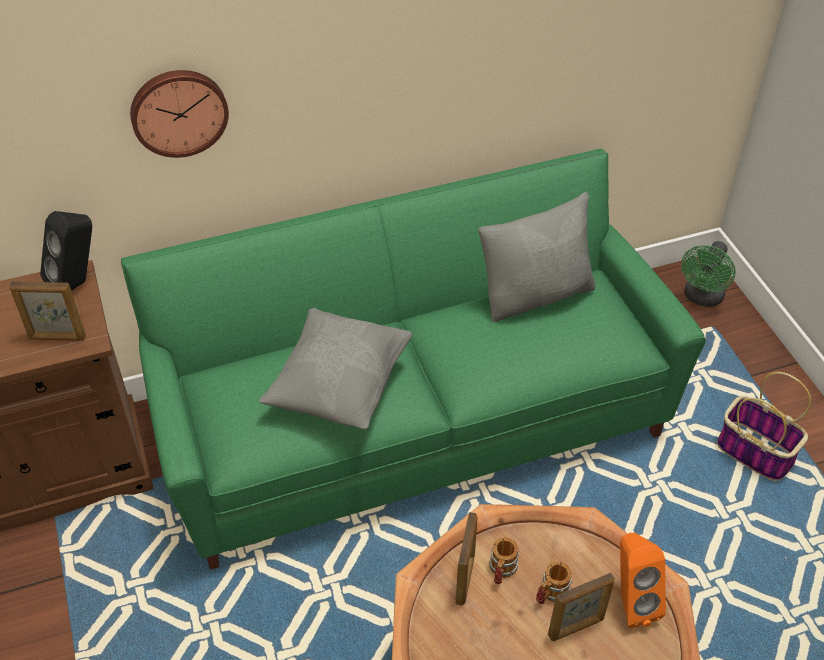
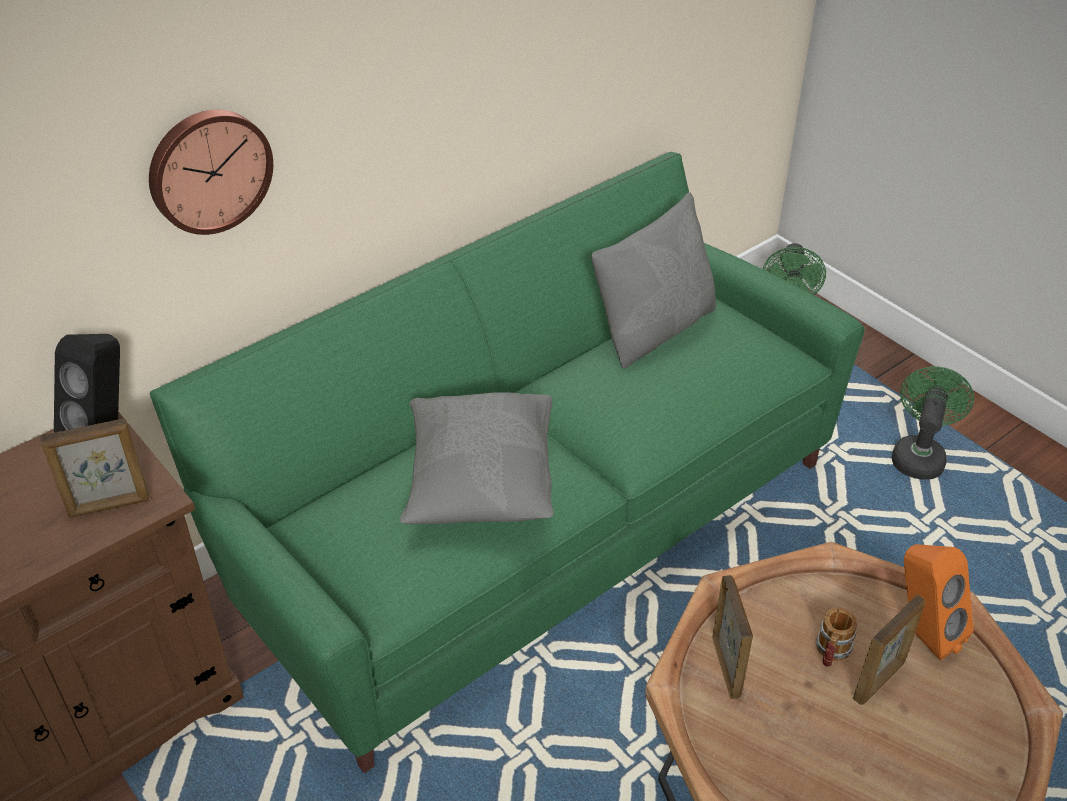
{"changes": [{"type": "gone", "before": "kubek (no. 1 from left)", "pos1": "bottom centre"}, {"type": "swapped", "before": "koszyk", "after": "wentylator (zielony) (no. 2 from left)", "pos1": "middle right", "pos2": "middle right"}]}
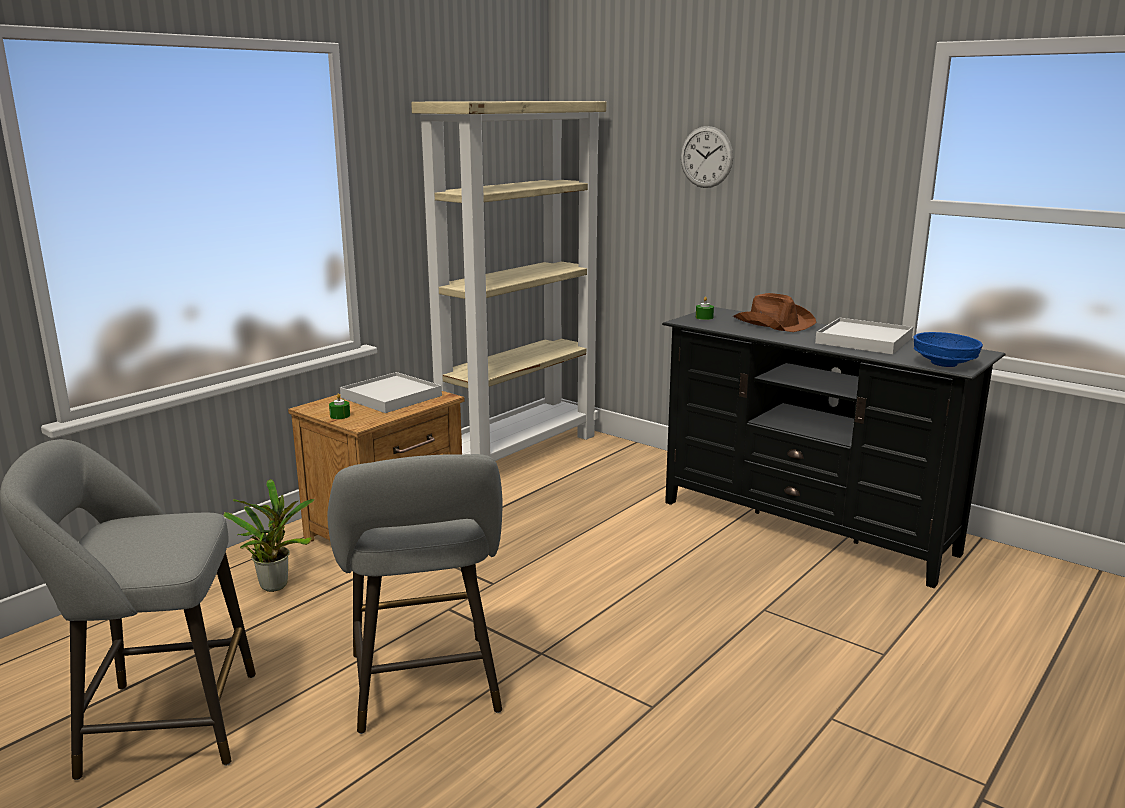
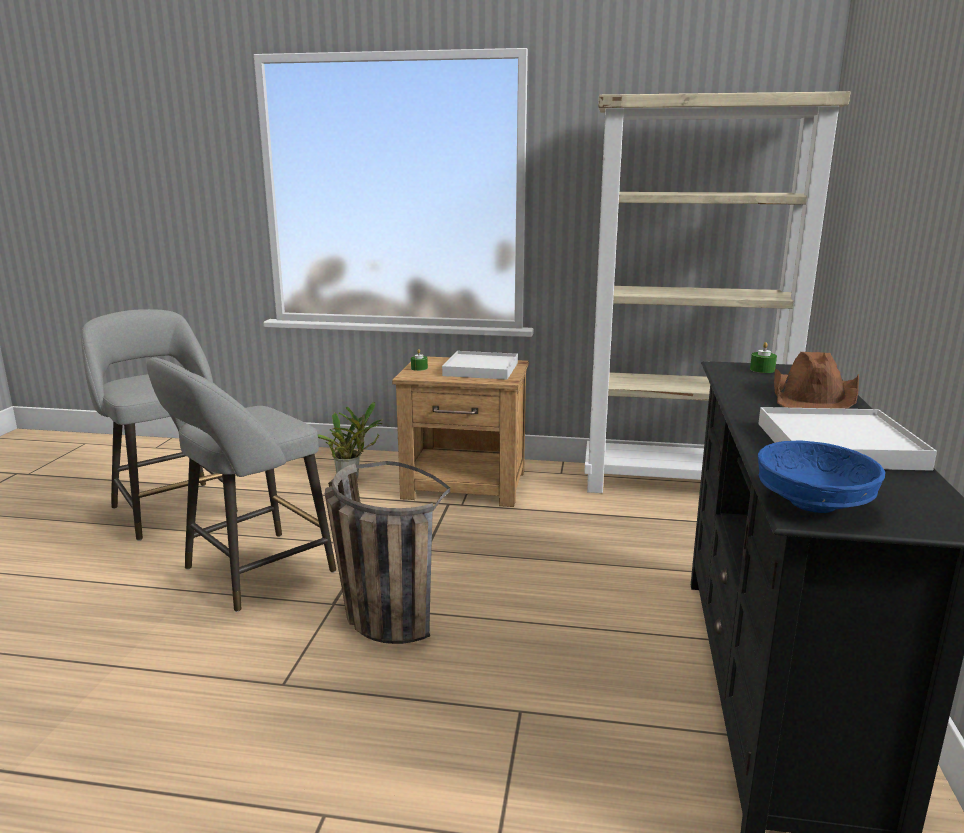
{"changes": [{"type": "gone", "before": "zegar ścienny", "pos1": "top centre"}, {"type": "new", "after": "koszyk", "pos2": "centre"}]}
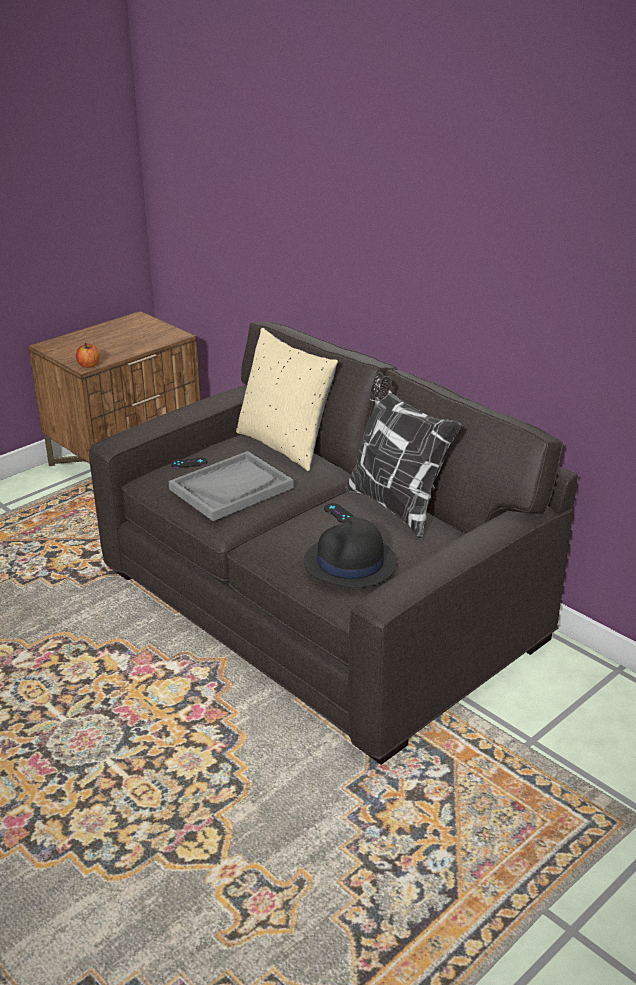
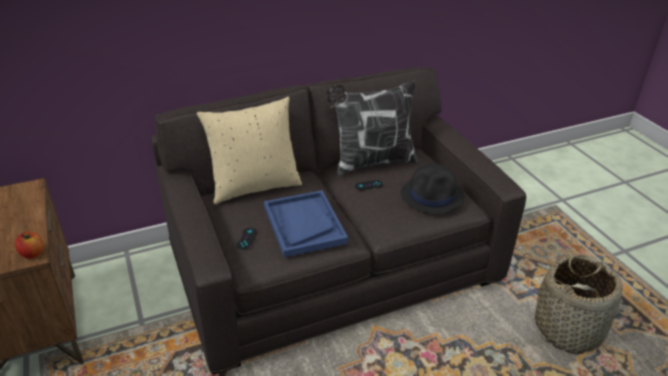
{"changes": [{"type": "repainted", "before": "taca (szary)", "after": "taca (niebieski)", "pos1": "centre", "pos2": "centre"}, {"type": "new", "after": "koszyk", "pos2": "bottom right"}]}
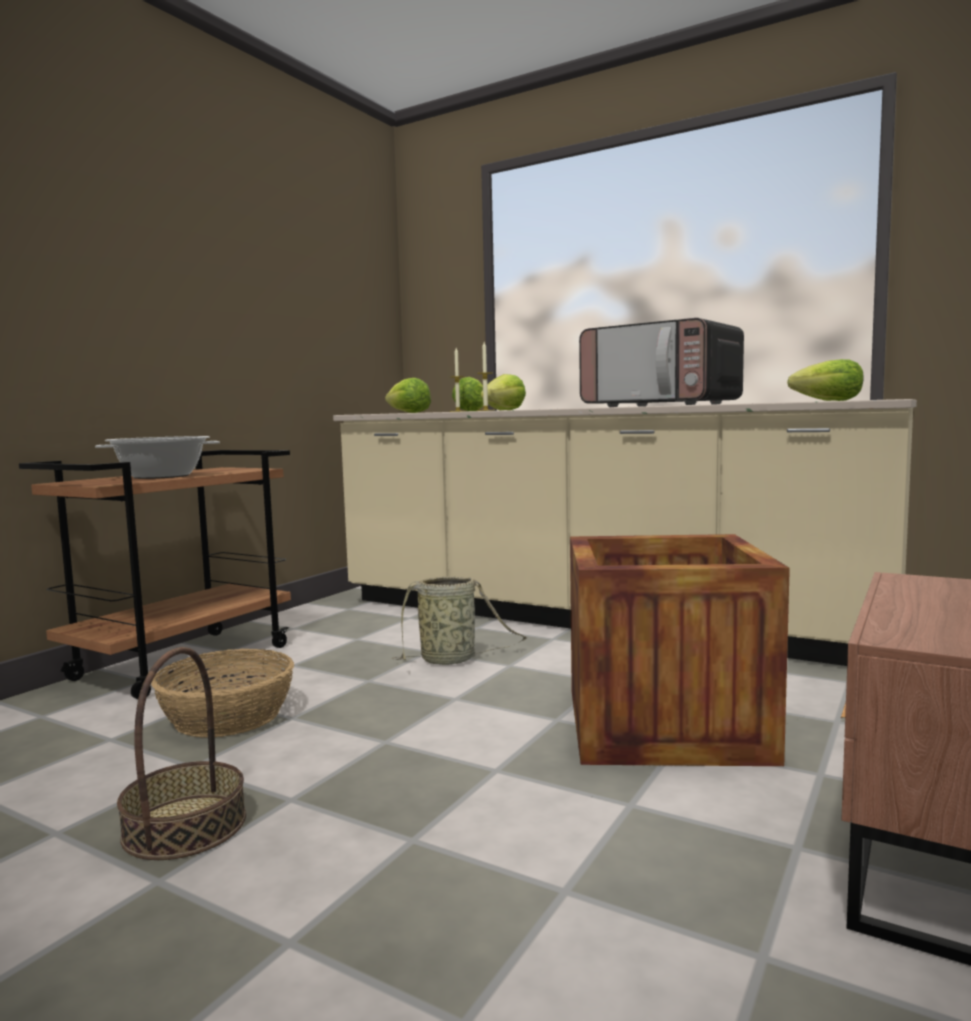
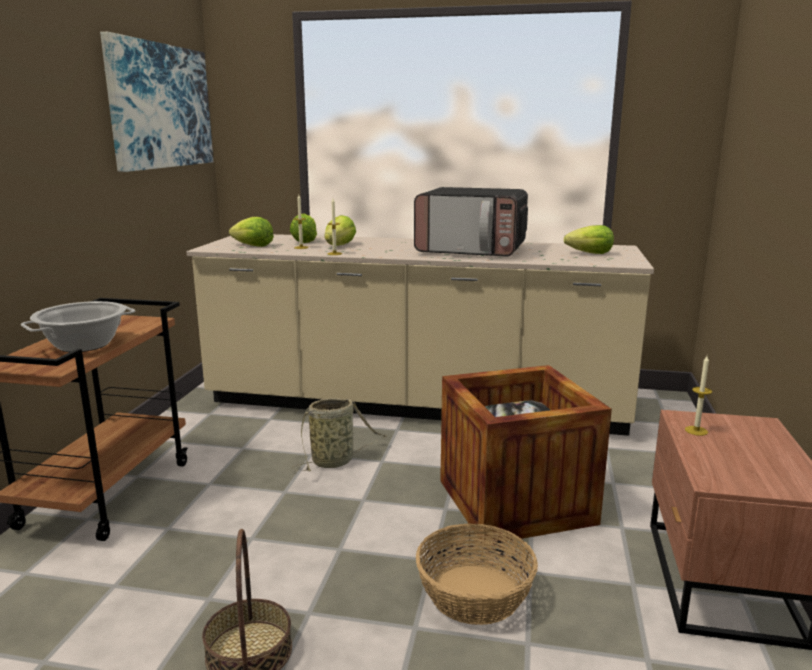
{"changes": [{"type": "shifted", "before": "koszyk (no. 2 from left in the first image)", "after": "koszyk (no. 3 from left)", "pos1": "bottom left", "pos2": "bottom centre"}, {"type": "new", "after": "obraz", "pos2": "top left"}, {"type": "new", "after": "świeca (no. 3 from left)", "pos2": "middle right"}]}
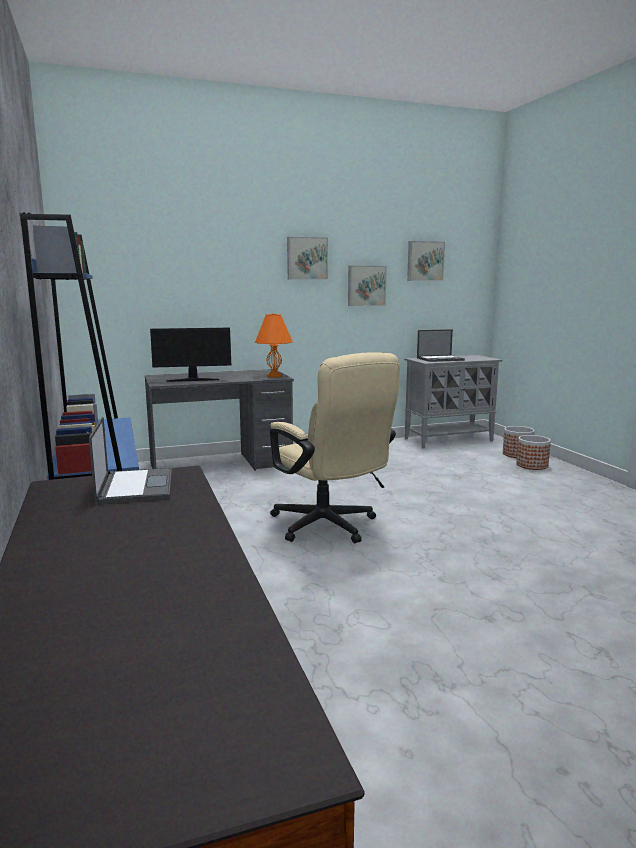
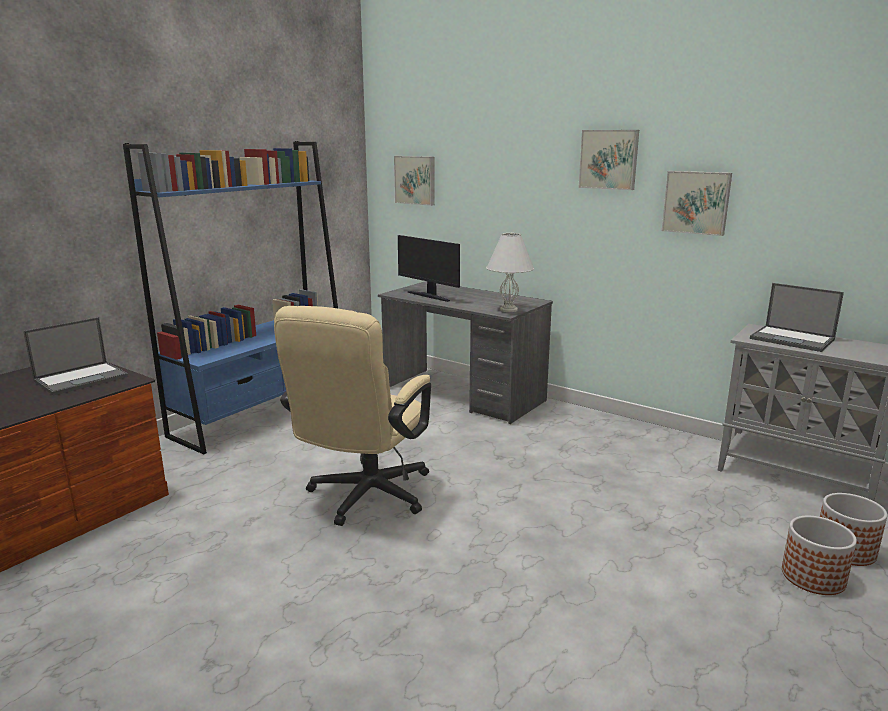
{"changes": [{"type": "repainted", "before": "lampa stołowa (pomarańczowy)", "after": "lampa stołowa (biały)", "pos1": "centre", "pos2": "centre"}, {"type": "shifted", "before": "obraz (no. 3 from left in the first image)", "after": "obraz (no. 1 from left)", "pos1": "top right", "pos2": "top centre"}]}
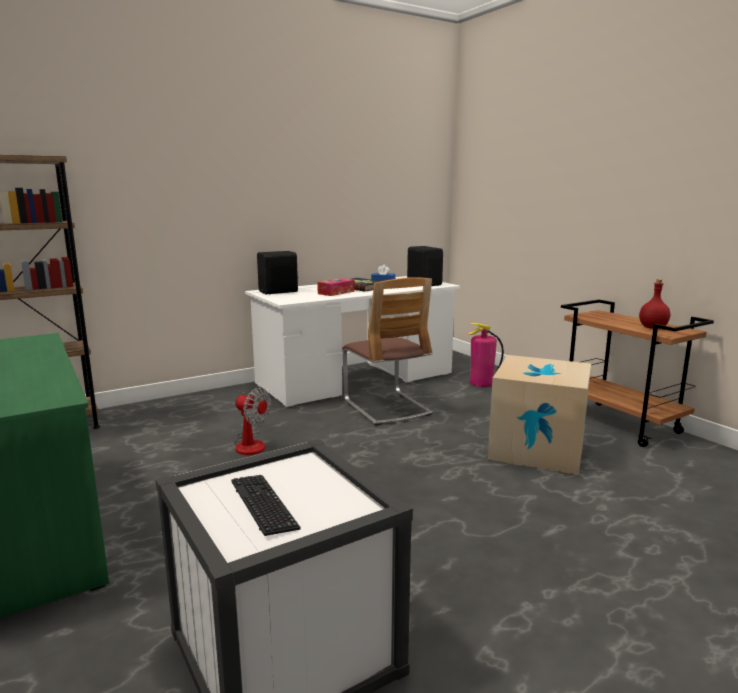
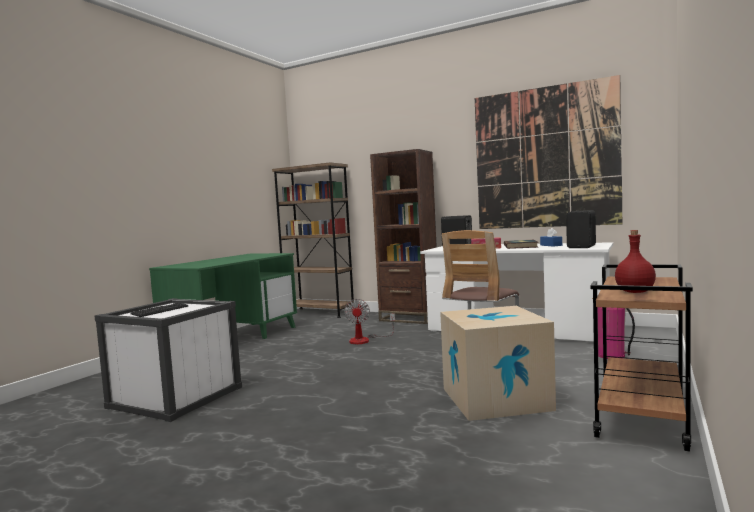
{"changes": [{"type": "new", "after": "regał (brązowy) (no. 2 from left)", "pos2": "centre"}, {"type": "new", "after": "obraz", "pos2": "top right"}]}
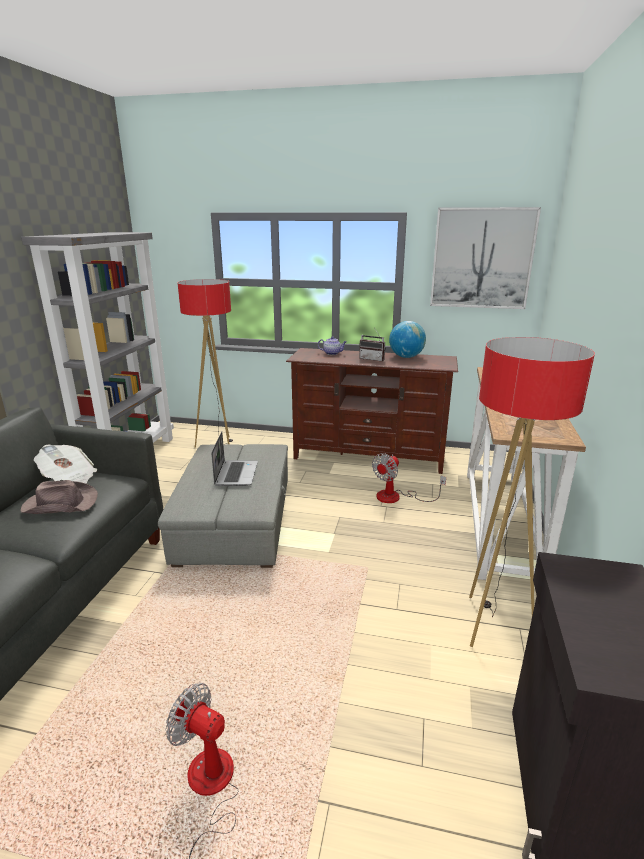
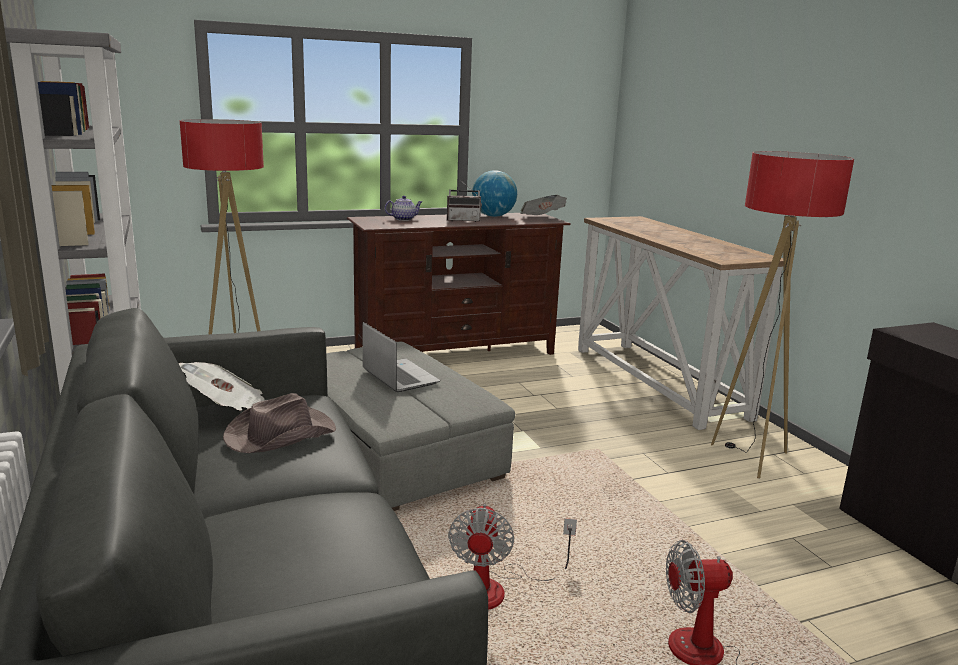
{"changes": [{"type": "shifted", "before": "wentylator (no. 2 from left in the first image)", "after": "wentylator (no. 1 from left)", "pos1": "centre", "pos2": "bottom centre"}, {"type": "gone", "before": "obraz", "pos1": "top right"}, {"type": "new", "after": "gazeta (no. 2 from left)", "pos2": "top centre"}]}
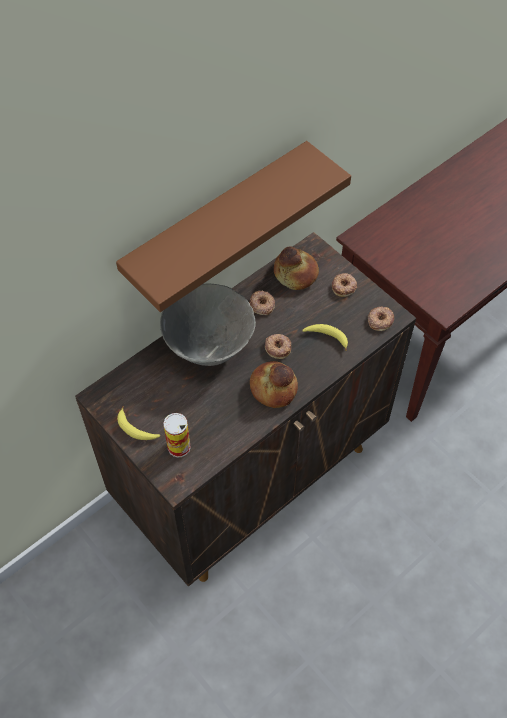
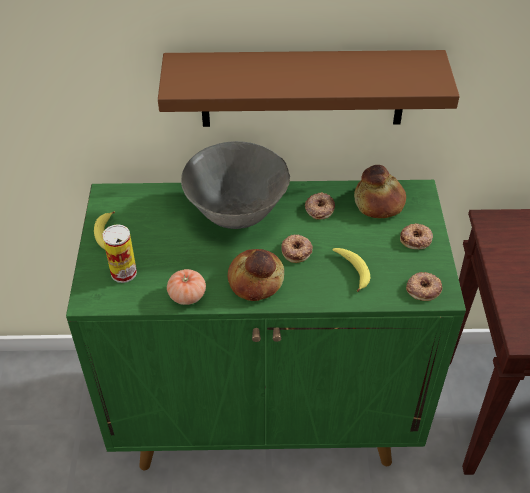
{"changes": [{"type": "repainted", "before": "szafka (brązowy)", "after": "szafka (zielony)", "pos1": "centre", "pos2": "centre"}, {"type": "new", "after": "pomidor", "pos2": "centre"}]}
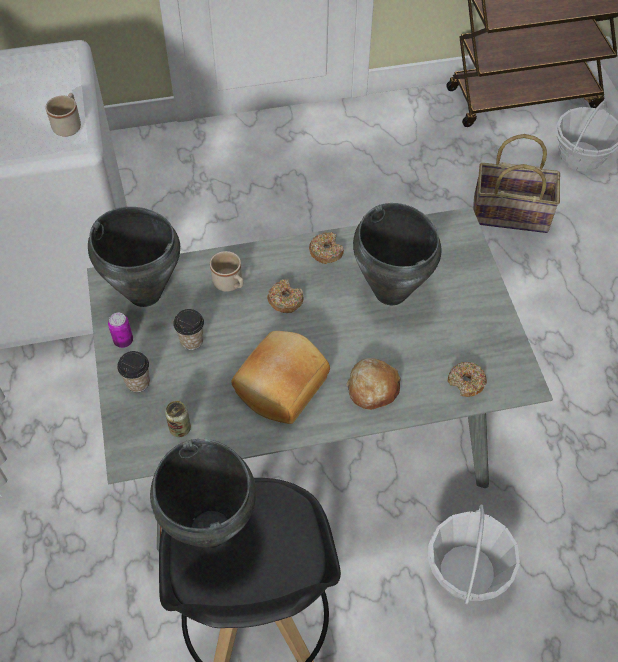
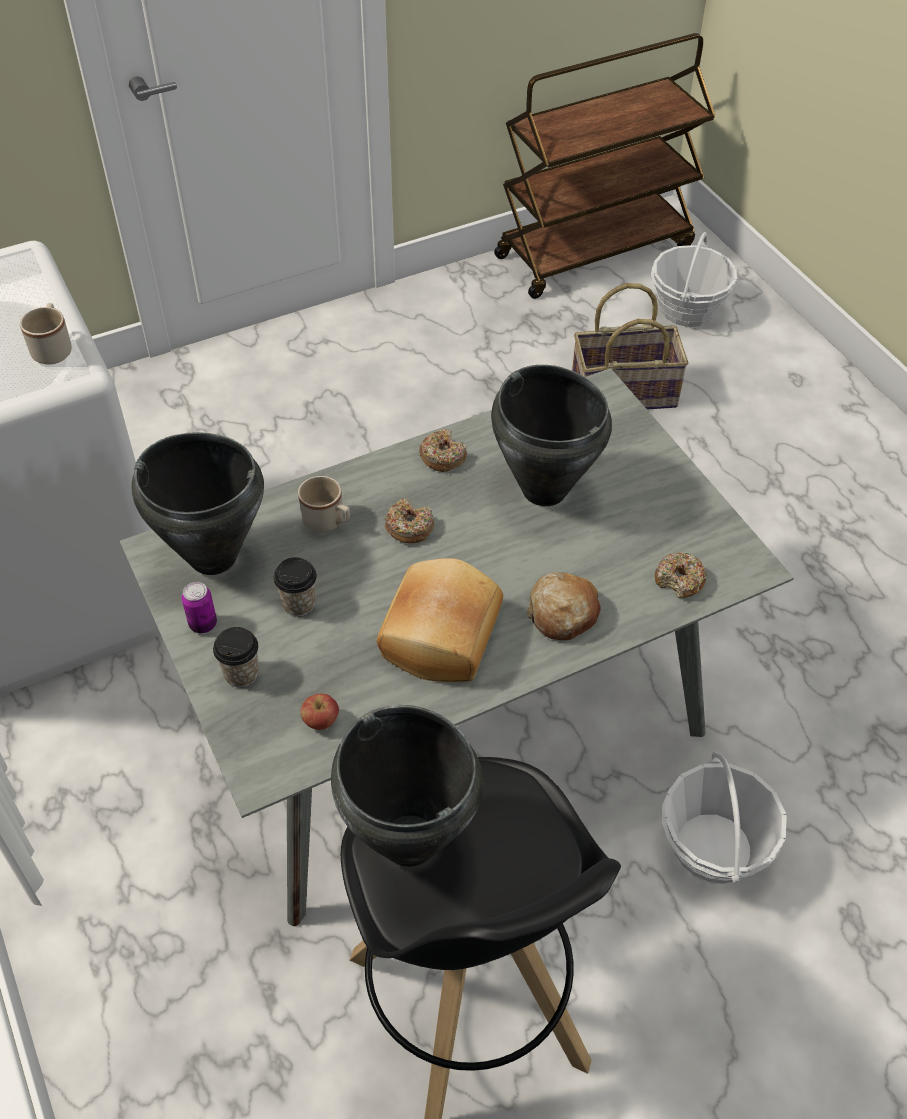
{"changes": [{"type": "swapped", "before": "puszka (no. 2 from left)", "after": "jabłko", "pos1": "middle left", "pos2": "centre"}]}
